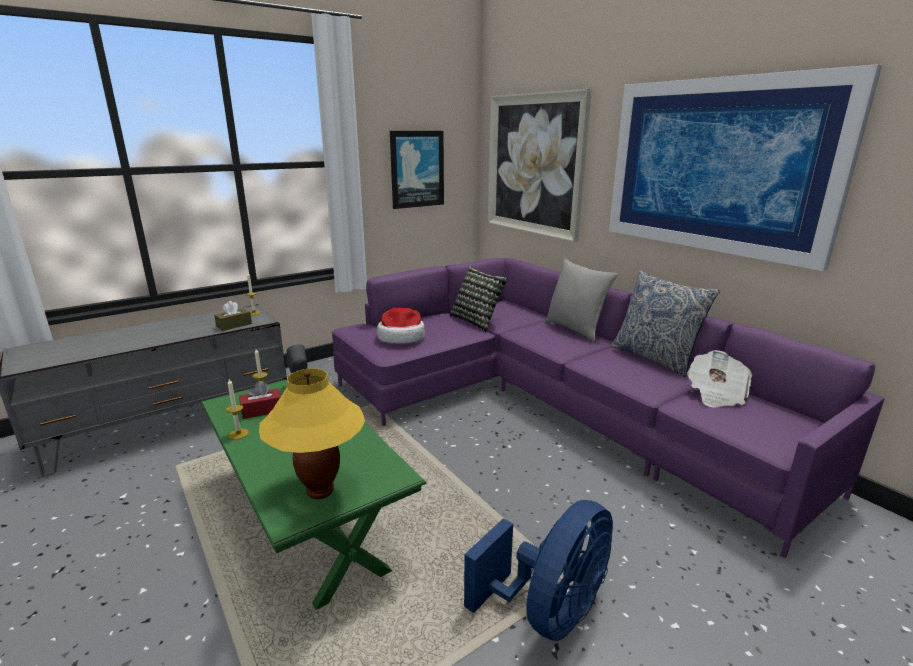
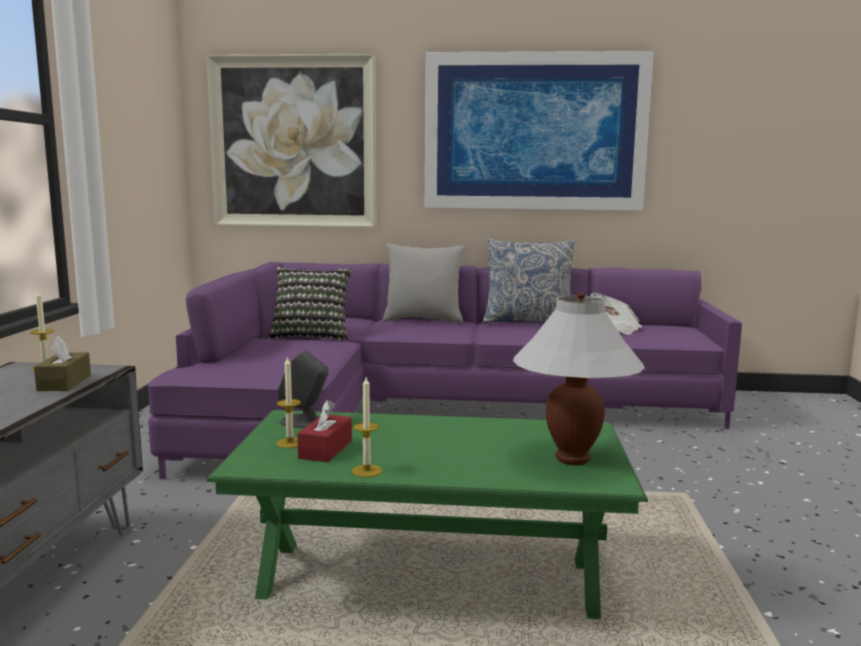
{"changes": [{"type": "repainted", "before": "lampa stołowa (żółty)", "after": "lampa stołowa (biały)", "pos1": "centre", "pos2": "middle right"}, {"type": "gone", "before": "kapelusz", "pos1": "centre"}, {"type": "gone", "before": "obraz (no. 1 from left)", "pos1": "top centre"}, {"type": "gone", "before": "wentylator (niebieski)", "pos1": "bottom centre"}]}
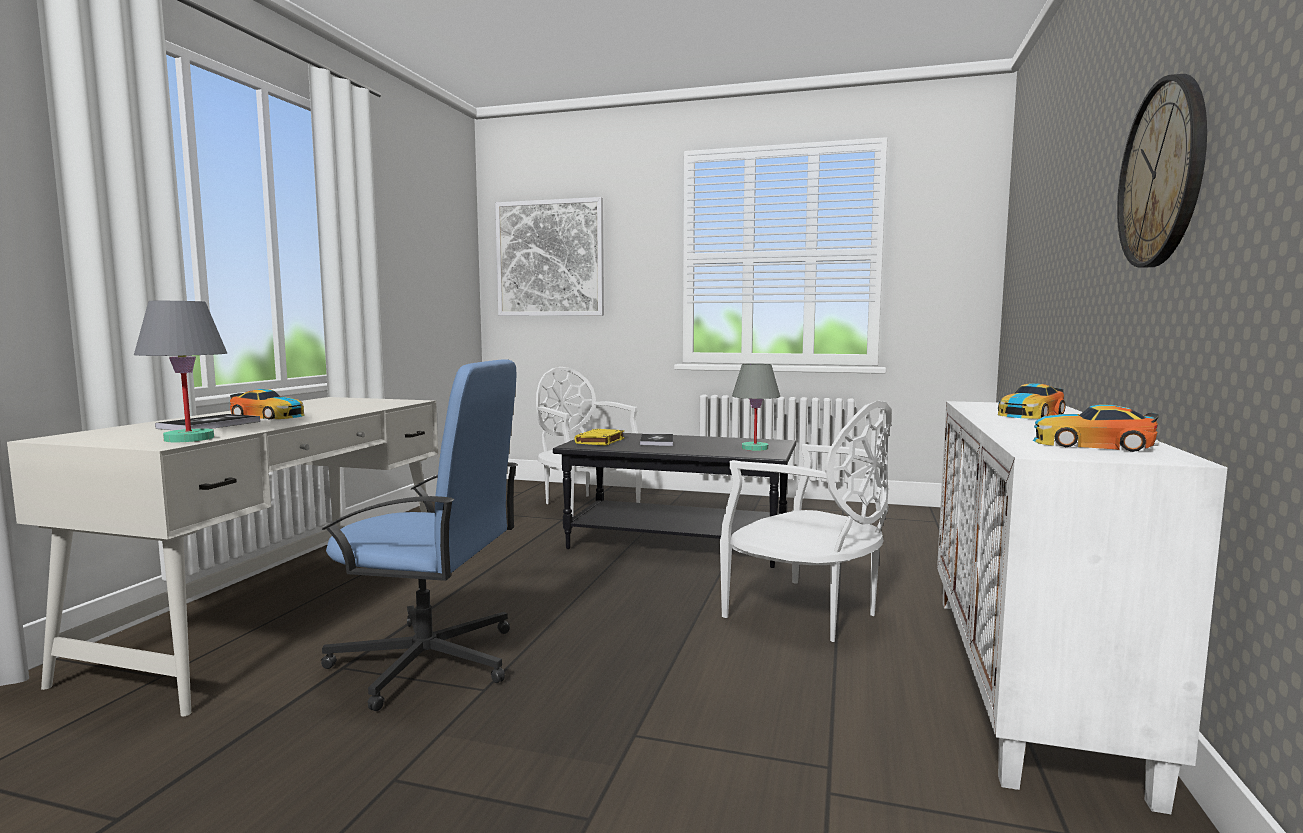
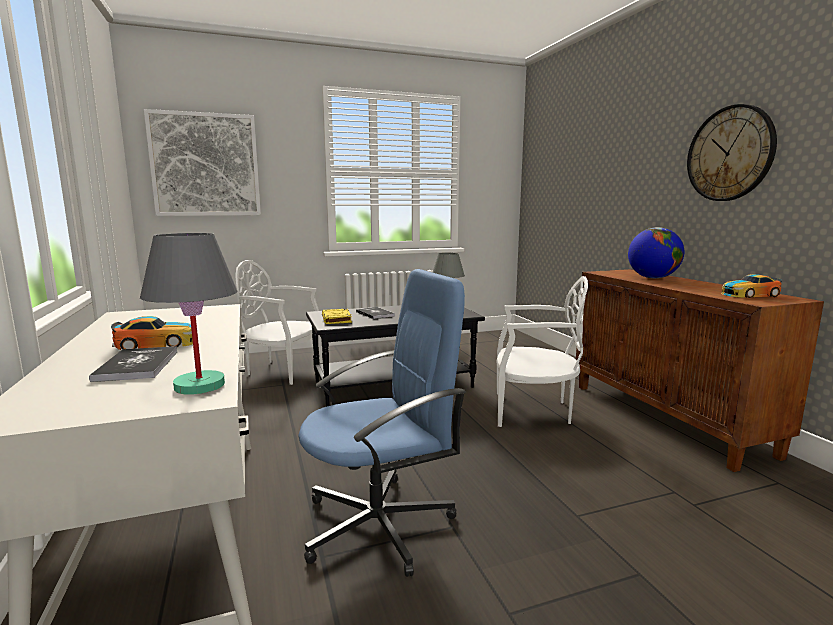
{"changes": [{"type": "repainted", "before": "szafka (biały)", "after": "szafka (brązowy)", "pos1": "bottom right", "pos2": "middle right"}, {"type": "swapped", "before": "samochodzik (no. 2 from left)", "after": "globus", "pos1": "middle right", "pos2": "middle right"}]}
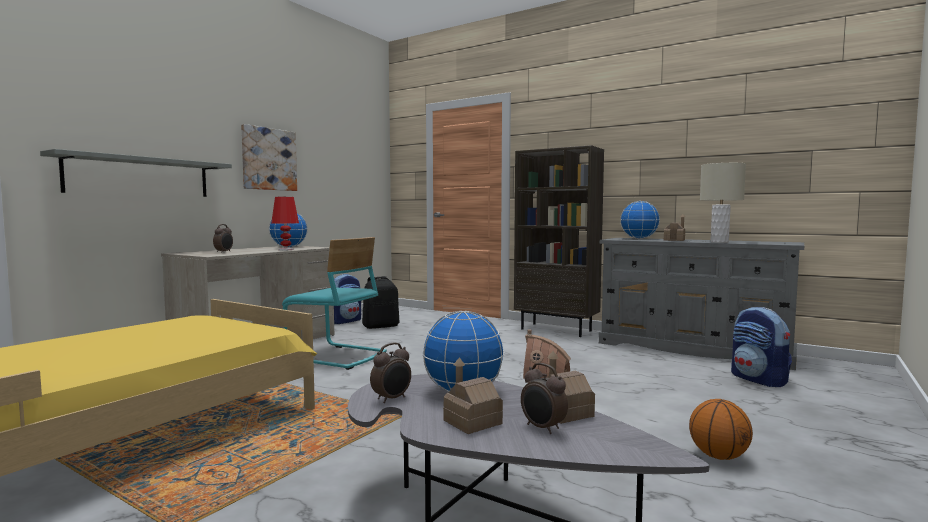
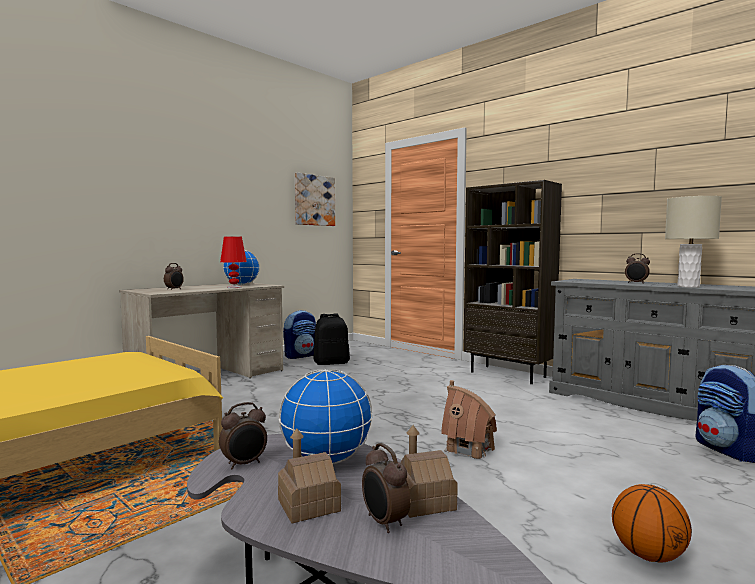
{"changes": [{"type": "gone", "before": "półka (szary)", "pos1": "top left"}, {"type": "shifted", "before": "obraz", "pos1": "top left", "pos2": "centre"}, {"type": "gone", "before": "krzesło (turkusowy)", "pos1": "centre"}, {"type": "gone", "before": "globus (no. 3 from left)", "pos1": "middle right"}, {"type": "swapped", "before": "domek (no. 4 from left)", "after": "budzik (no. 4 from left)", "pos1": "middle right", "pos2": "middle right"}]}
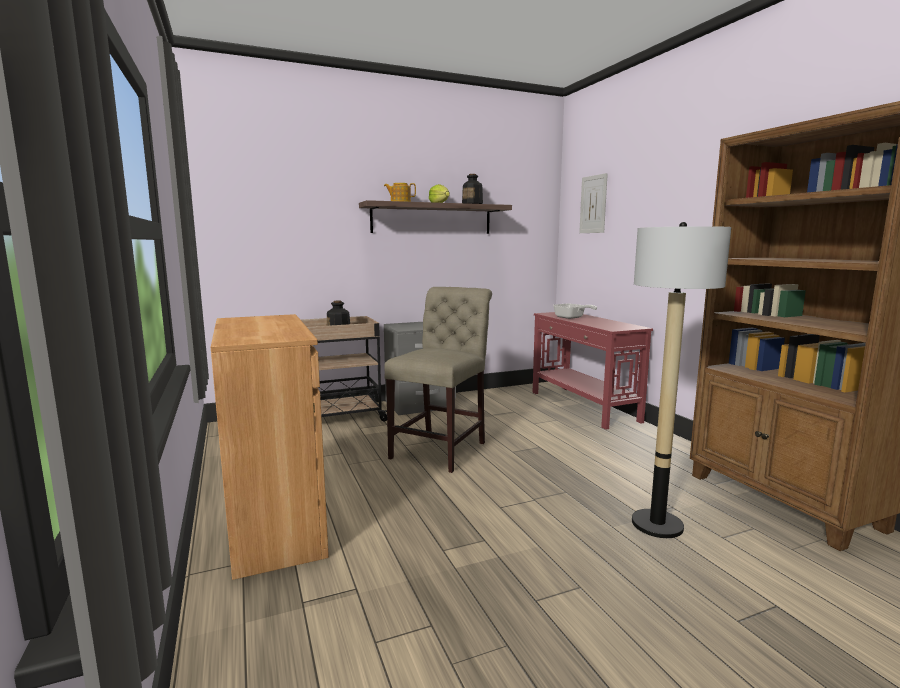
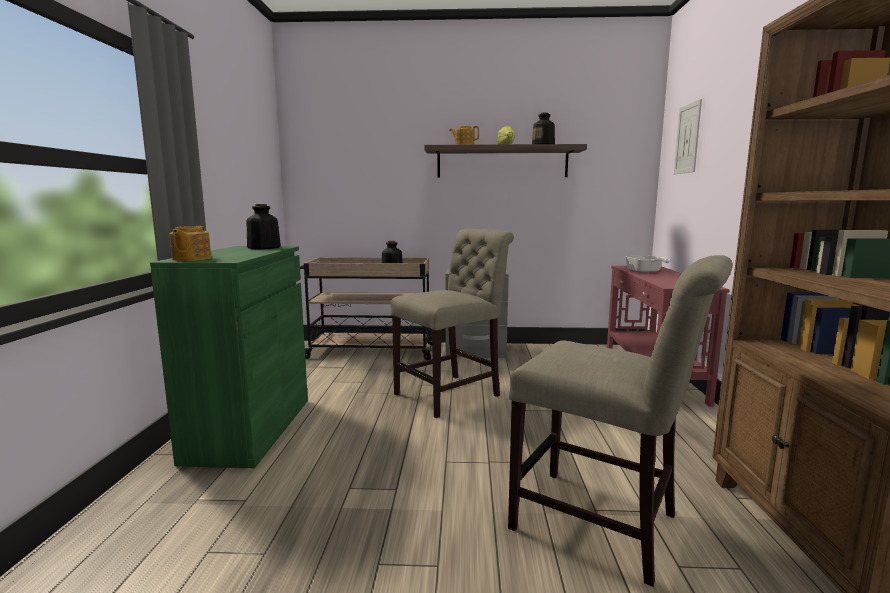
{"changes": [{"type": "repainted", "before": "szafka (brązowy)", "after": "szafka (zielony)", "pos1": "middle left", "pos2": "middle left"}, {"type": "swapped", "before": "lampa stojąca", "after": "krzesło (beżowy) (no. 2 from left)", "pos1": "middle right", "pos2": "bottom right"}, {"type": "new", "after": "imbryk (no. 1 from left)", "pos2": "middle left"}, {"type": "new", "after": "butelka (no. 1 from left)", "pos2": "middle left"}]}
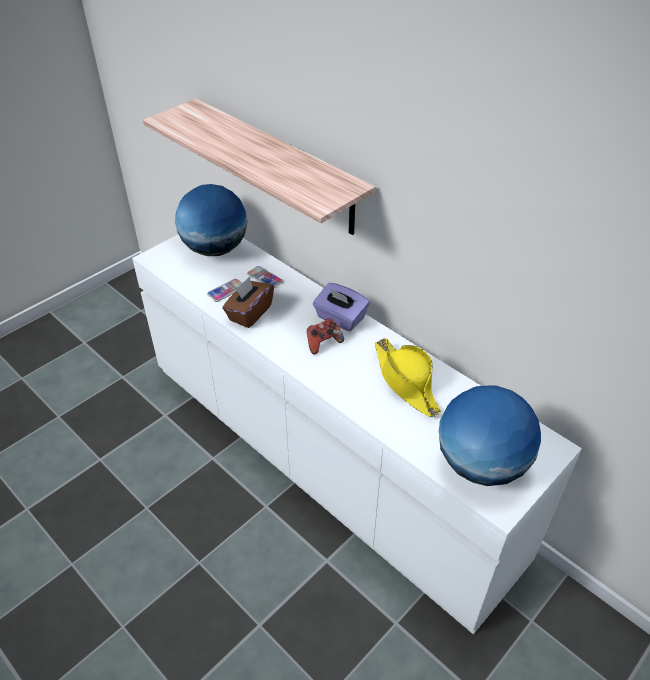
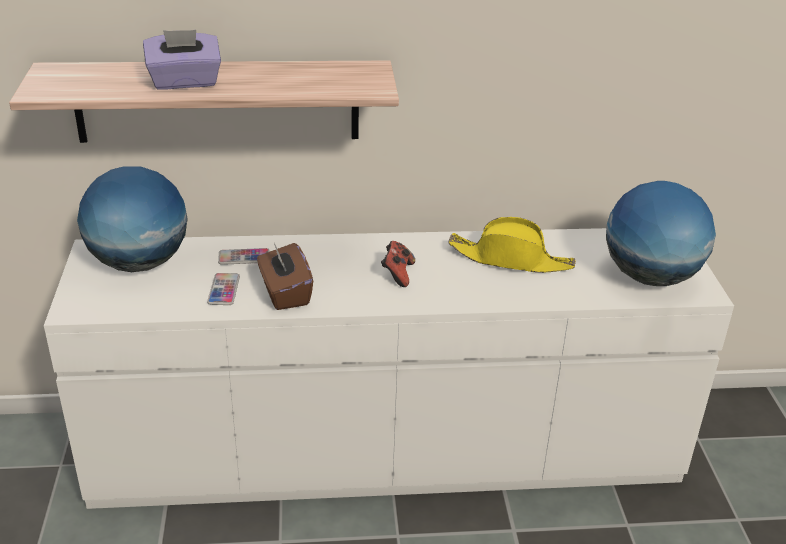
{"changes": [{"type": "shifted", "before": "pudełko chusteczek (fioletowy)", "pos1": "centre", "pos2": "top left"}]}
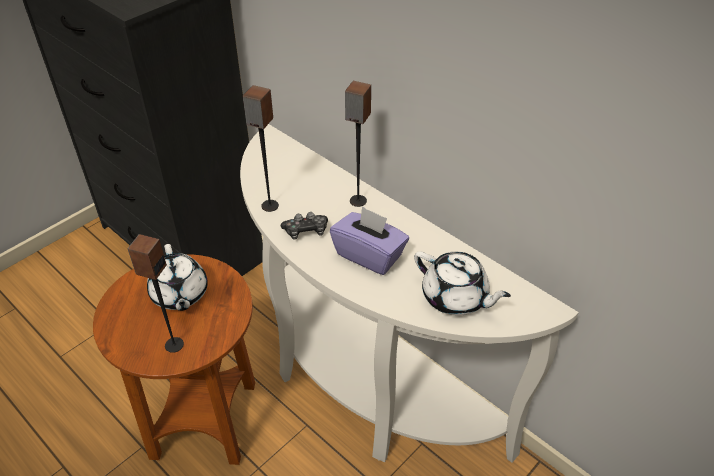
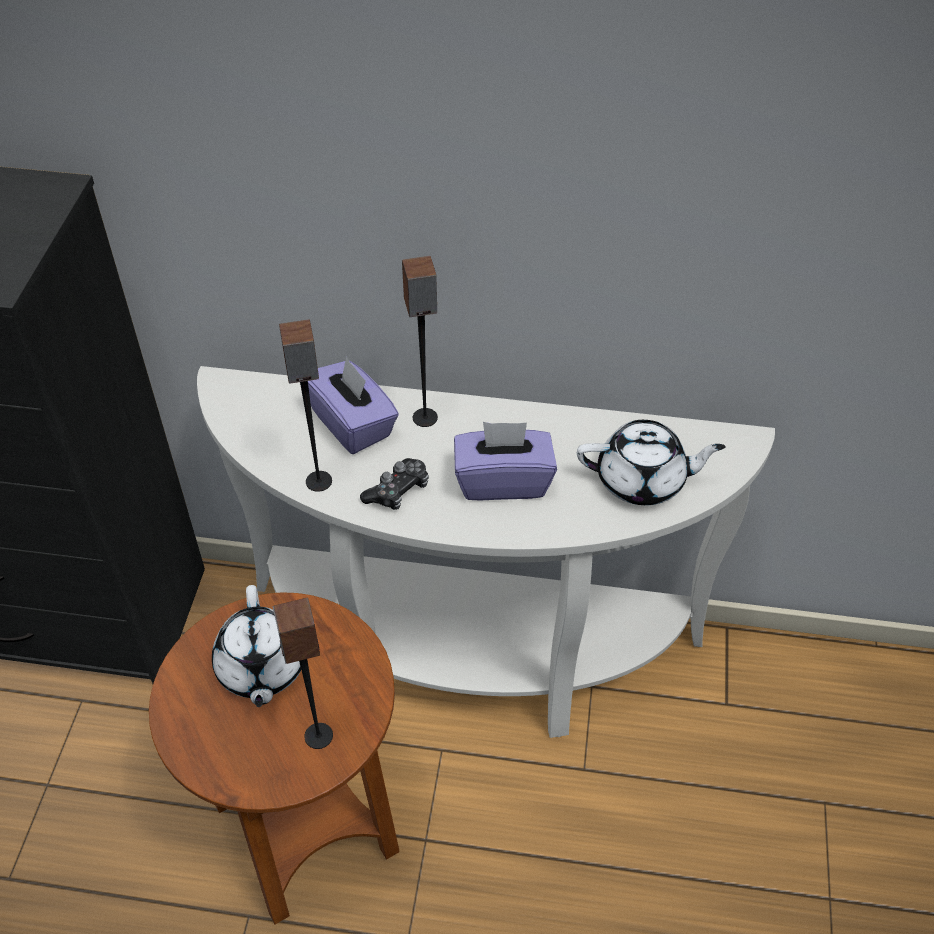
{"changes": [{"type": "rotated", "before": "imbryk (biały) (no. 1 from left)", "pos1": "middle left", "pos2": "bottom left", "turn": 45}, {"type": "new", "after": "pudełko chusteczek (fioletowy) (no. 1 from left)", "pos2": "centre"}]}
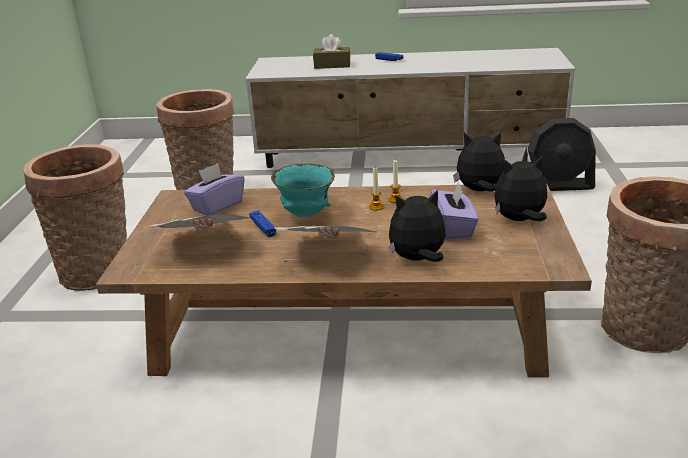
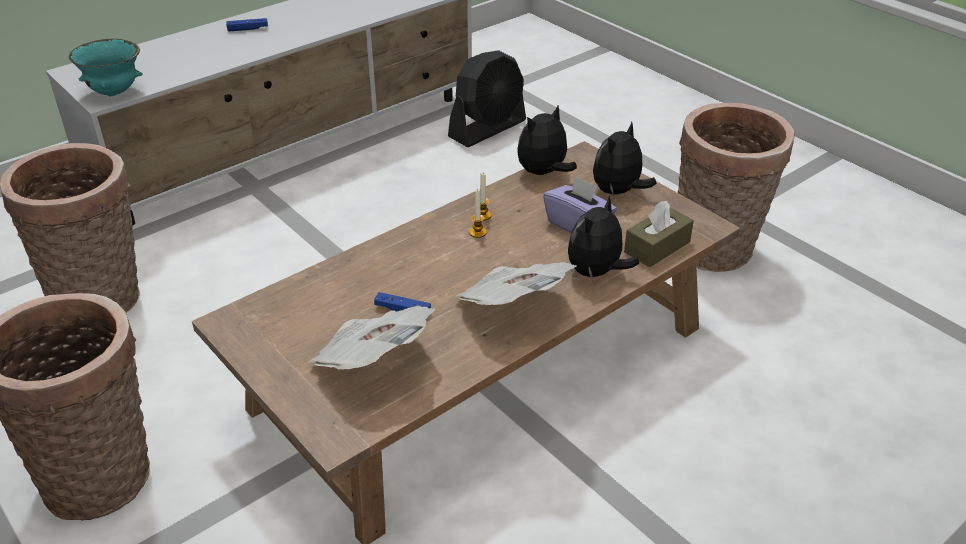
{"changes": [{"type": "gone", "before": "pudełko chusteczek (fioletowy) (no. 1 from left)", "pos1": "middle left"}, {"type": "shifted", "before": "miska (turkusowy)", "pos1": "centre", "pos2": "top left"}, {"type": "shifted", "before": "pudełko chusteczek (brązowy)", "pos1": "top centre", "pos2": "middle right"}]}
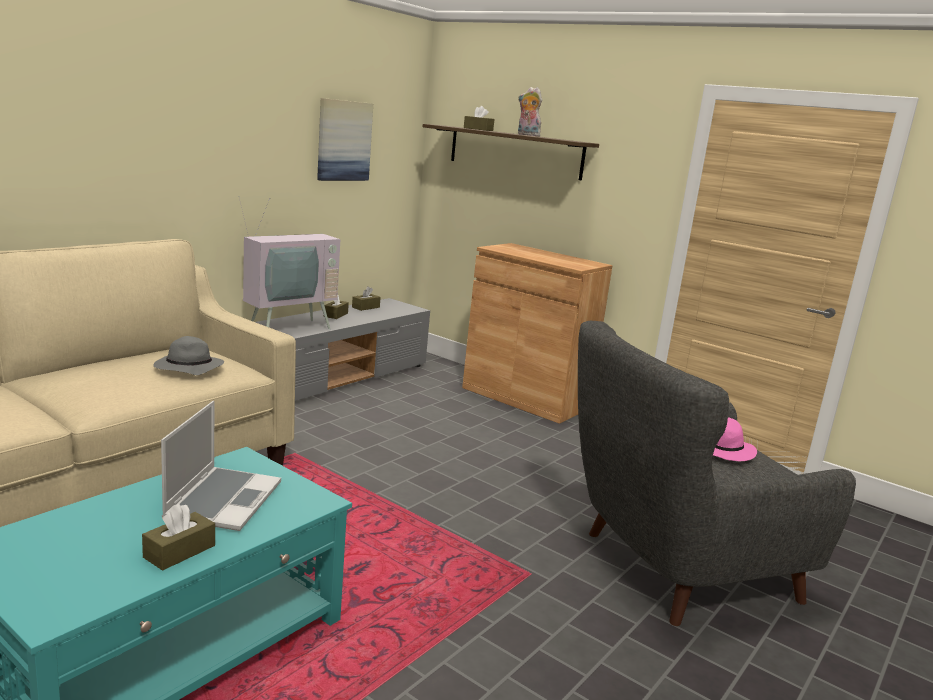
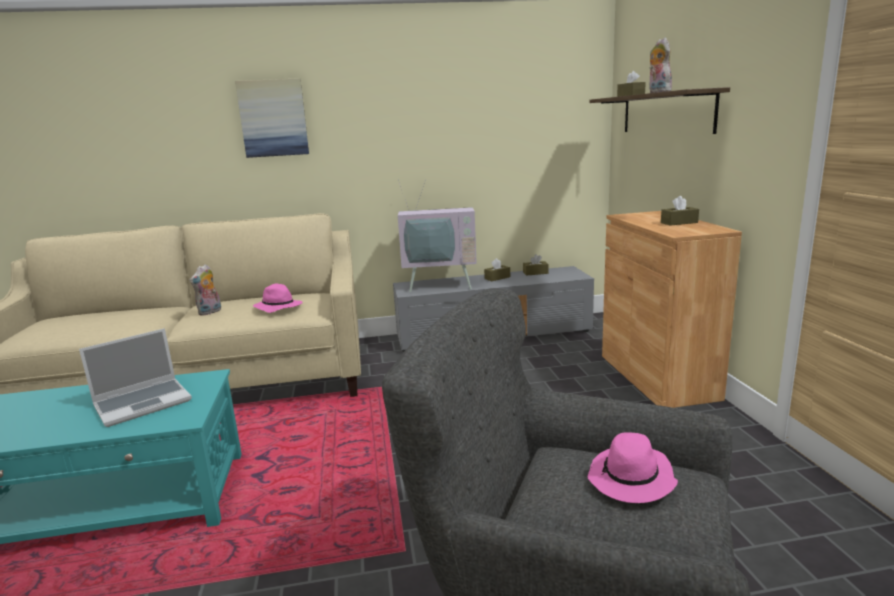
{"changes": [{"type": "shifted", "before": "pudełko chusteczek (brązowy) (no. 1 from left in the first image)", "after": "pudełko chusteczek (brązowy) (no. 4 from left)", "pos1": "bottom left", "pos2": "middle right"}, {"type": "repainted", "before": "kapelusz (szary)", "after": "kapelusz (różowy) (no. 1 from left)", "pos1": "middle left", "pos2": "middle left"}, {"type": "shifted", "before": "obraz", "pos1": "top centre", "pos2": "top left"}, {"type": "new", "after": "pluszak (no. 1 from left)", "pos2": "middle left"}]}
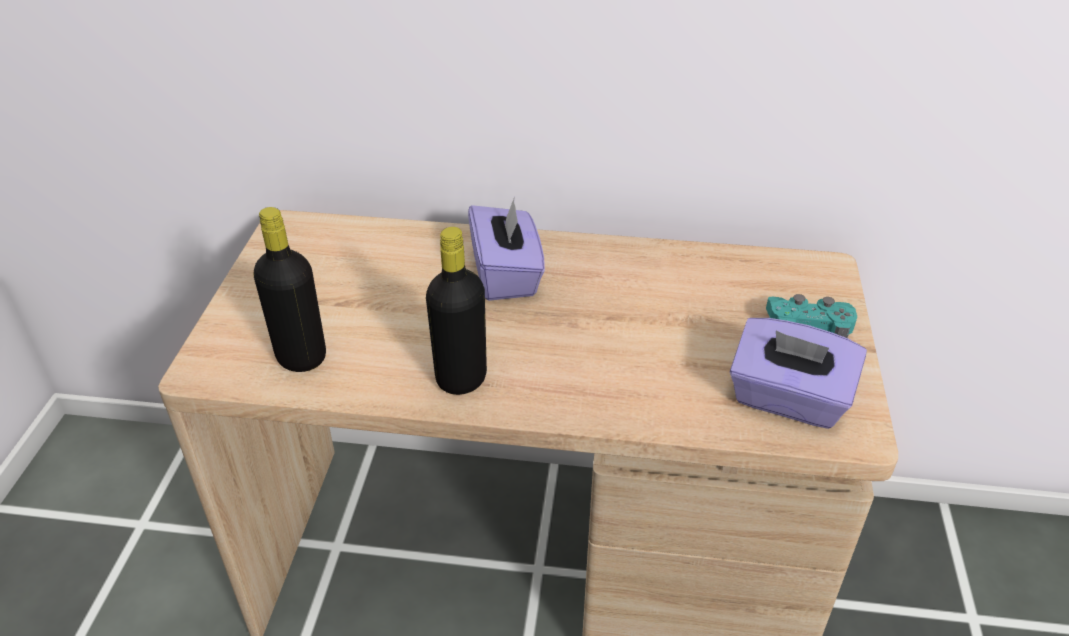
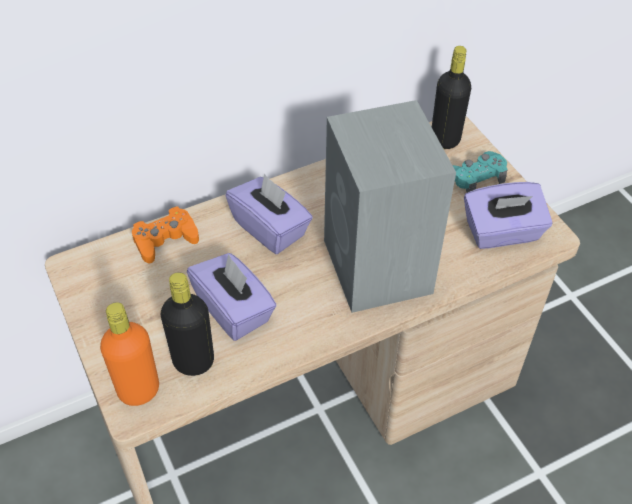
{"changes": [{"type": "shifted", "before": "butelka (czarny) (no. 2 from left)", "pos1": "centre", "pos2": "top right"}, {"type": "new", "after": "butelka (pomarańczowy)", "pos2": "bottom left"}, {"type": "new", "after": "pad do gier (pomarańczowy)", "pos2": "middle left"}, {"type": "new", "after": "pudełko chusteczek (fioletowy) (no. 1 from left)", "pos2": "centre"}, {"type": "new", "after": "głośnik (szary)", "pos2": "centre"}]}
